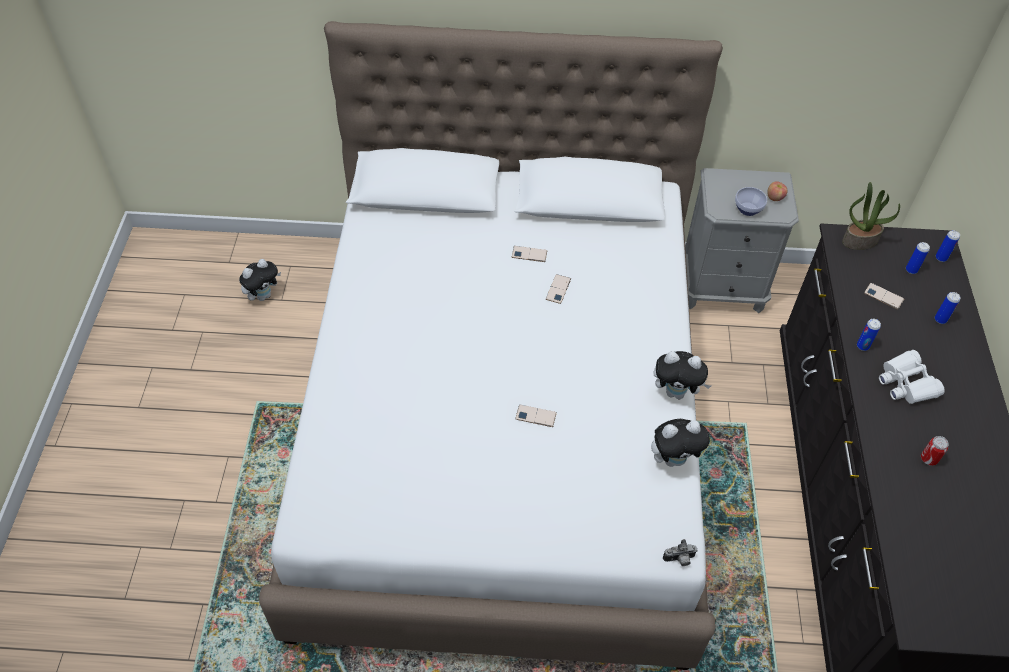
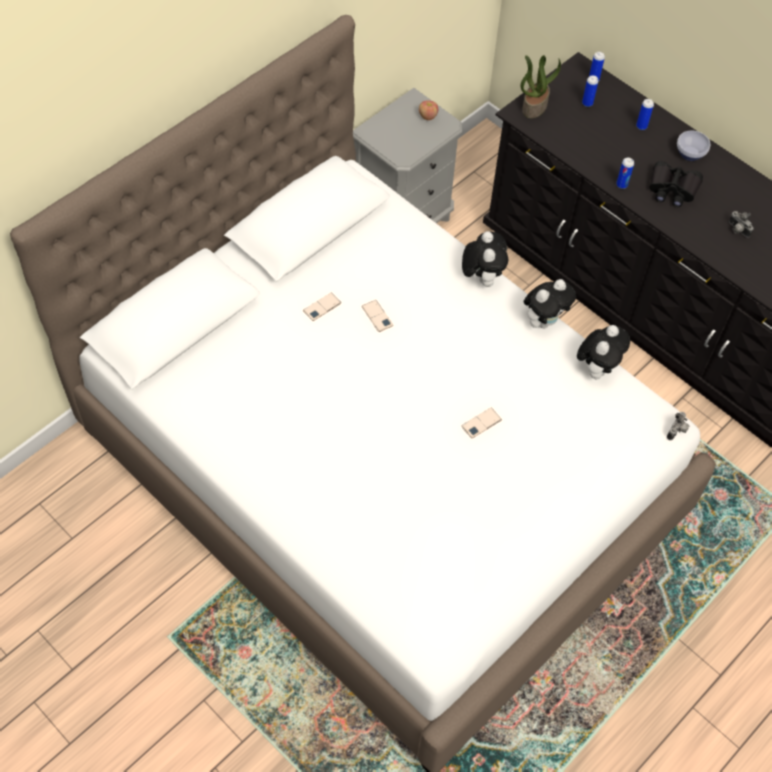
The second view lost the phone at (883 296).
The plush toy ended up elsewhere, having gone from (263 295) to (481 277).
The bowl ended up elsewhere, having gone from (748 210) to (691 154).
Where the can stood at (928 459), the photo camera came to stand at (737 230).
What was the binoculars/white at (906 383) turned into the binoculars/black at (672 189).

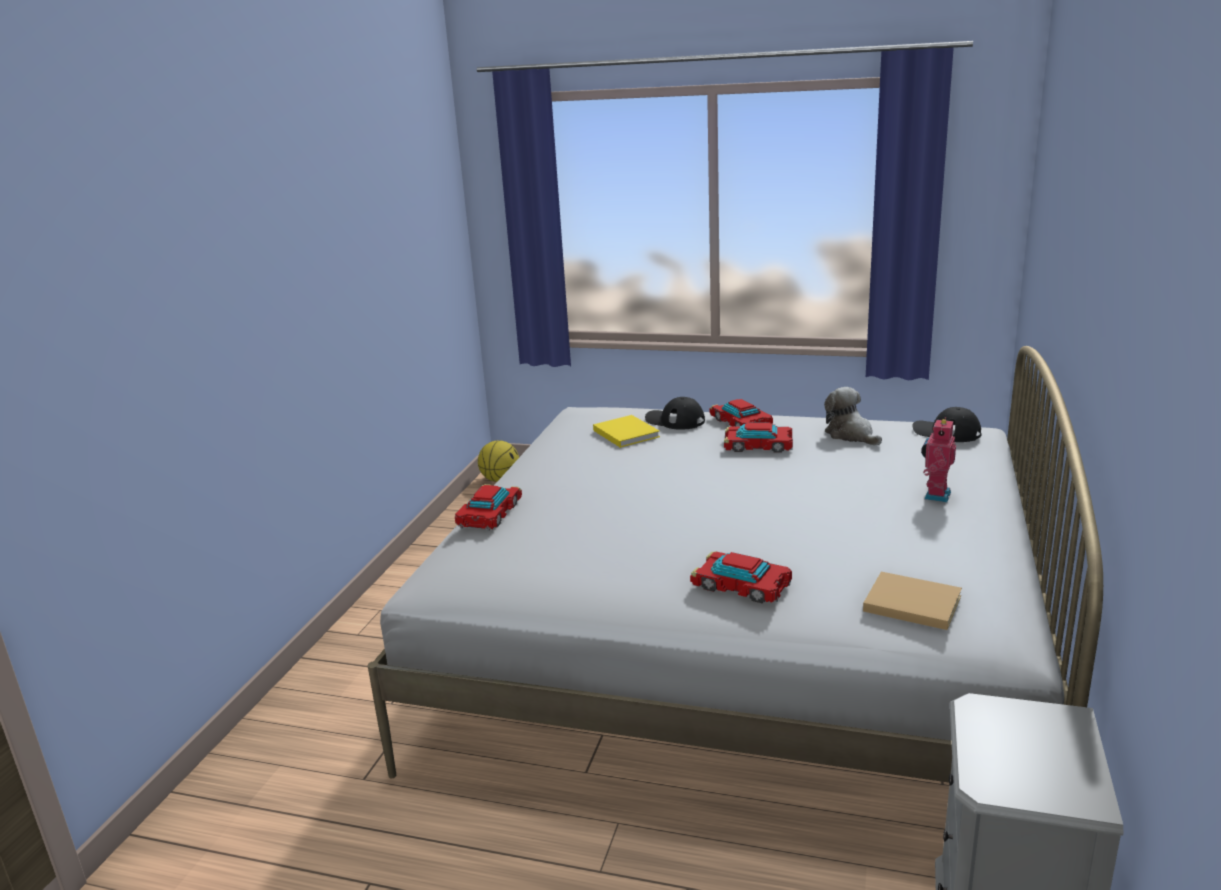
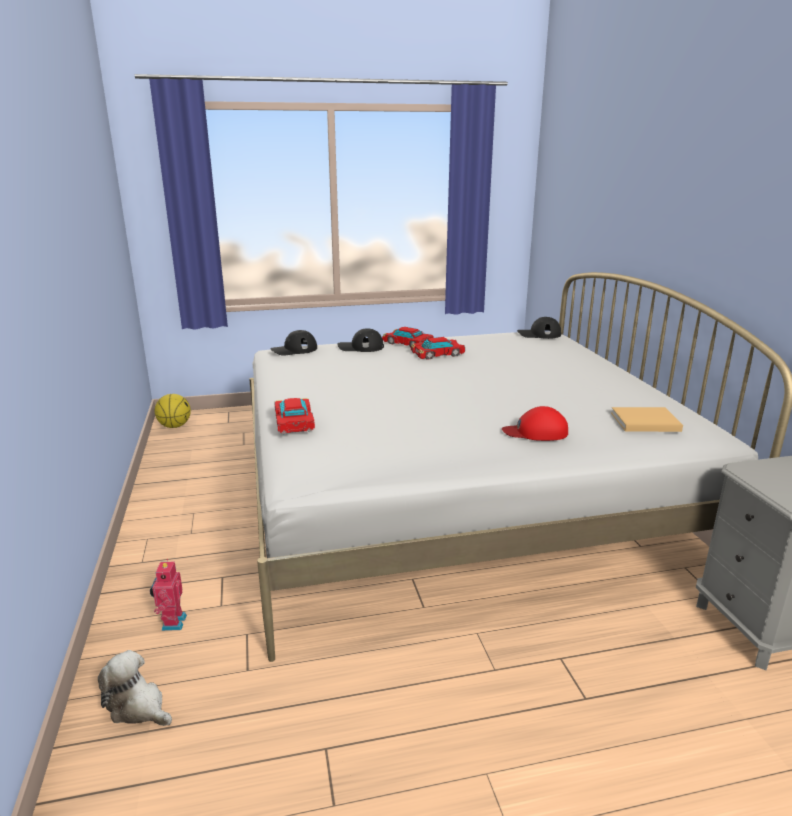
The second view lost the book/yellow at (625 433).
The second view gained the cap/black at (294 350).
The plush toy ended up elsewhere, having gone from (851 435) to (138 707).
The toy robot ended up elsewhere, having gone from (935 495) to (172 622).
Where the toy car stood at (741 586), the cap/red came to stand at (536 432).

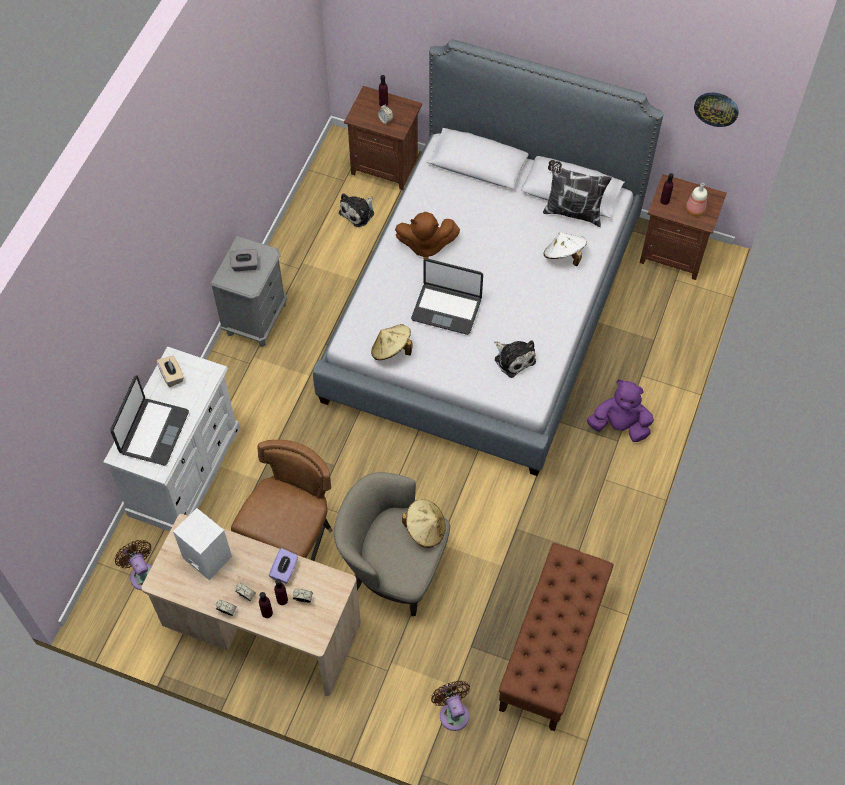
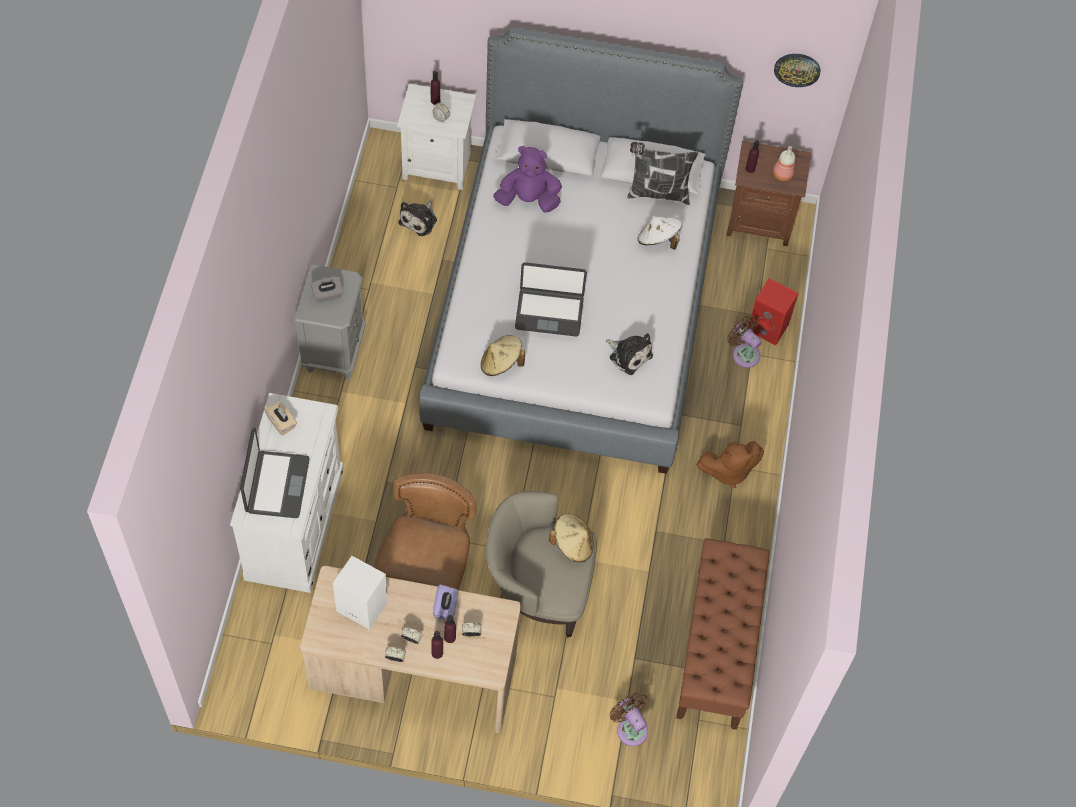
The second view gained the speaker/red at (769 327).
The fan/brown ended up elsewhere, having gone from (142 574) to (744 353).
The plush toy/brown ended up elsewhere, having gone from (425 245) to (728 471).
The plush toy/purple ended up elsewhere, having gone from (619 426) to (528 199).
What was the nightstand/brown at (385 165) turned into the nightstand/white at (437 165).

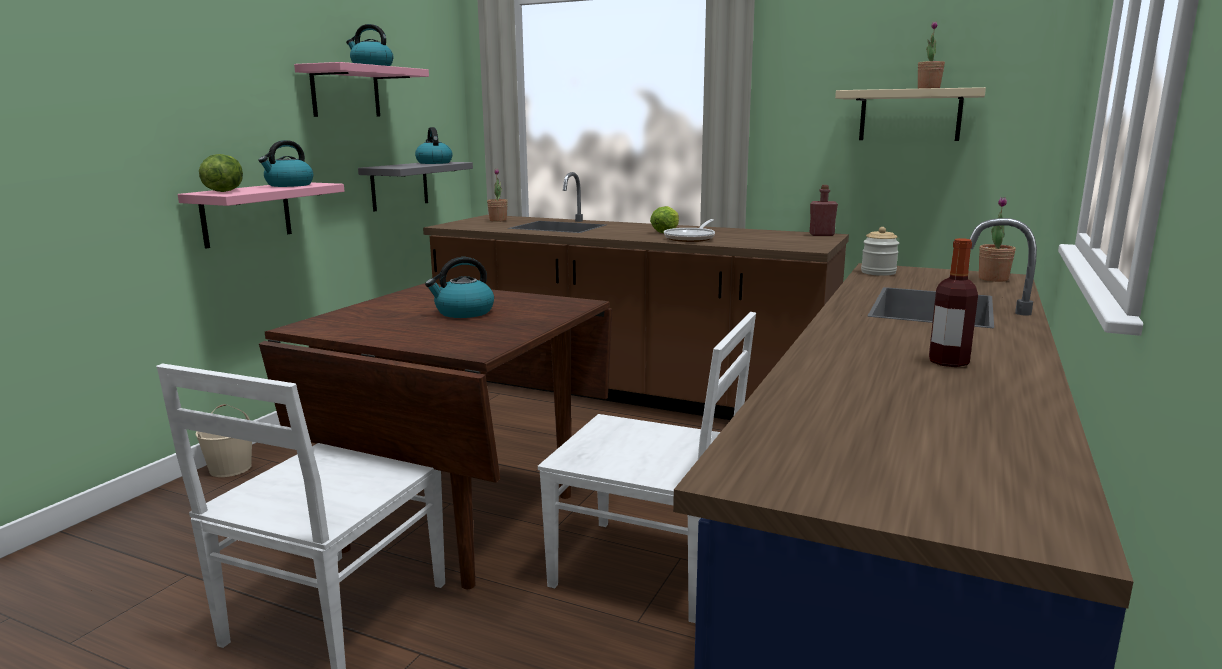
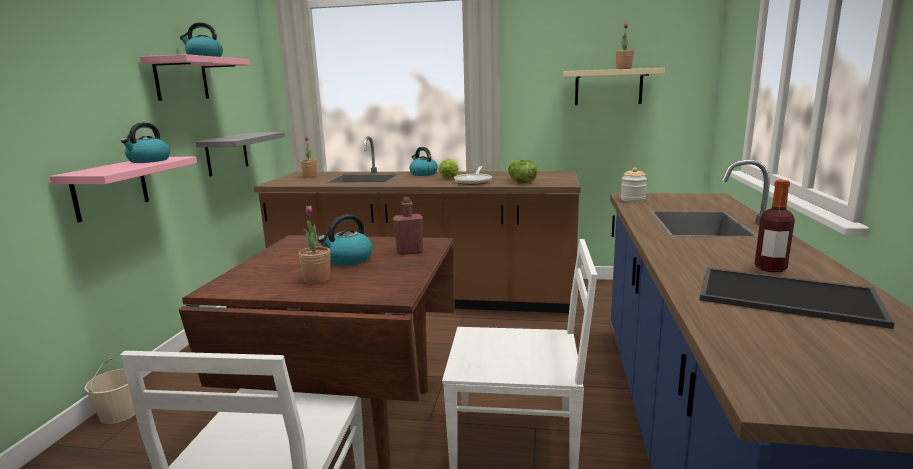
The second view gained the tray at (784 297).
The lettuce ended up elsewhere, having gone from (224 191) to (521 182).
The kettle ended up elsewhere, having gone from (434 163) to (423 174).
The bottle/red ended up elsewhere, having gone from (821 235) to (409 252).
The potted plant ended up elsewhere, having gone from (993 279) to (317 280).

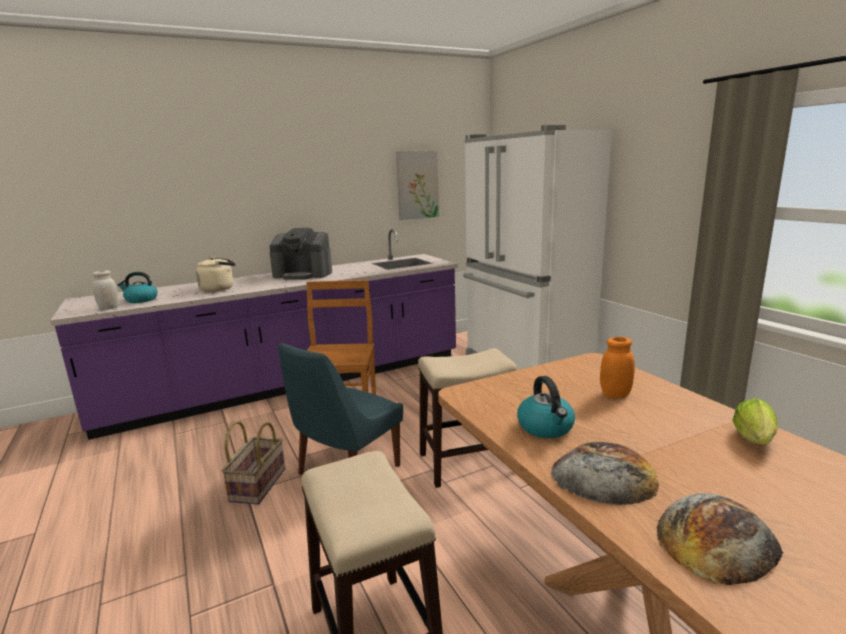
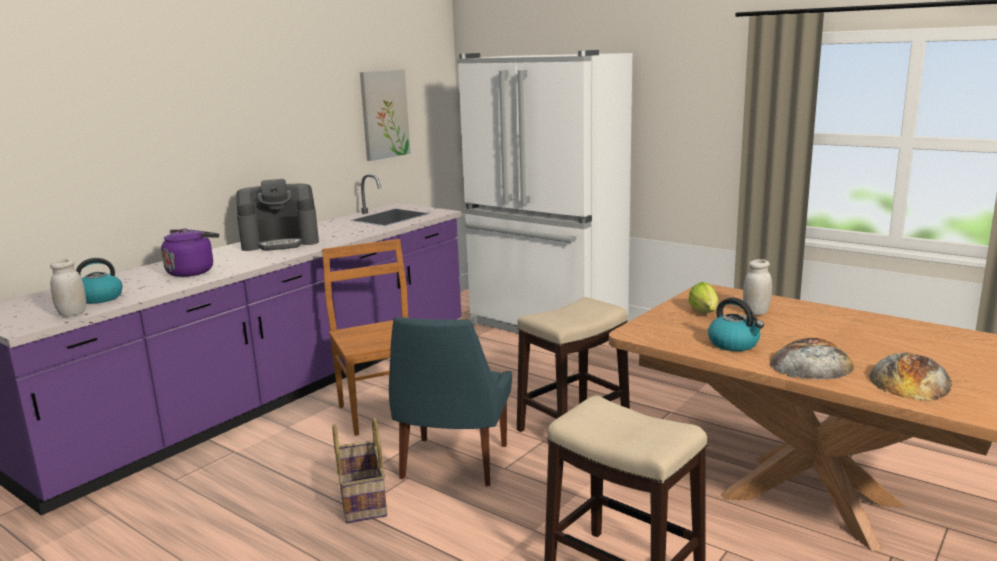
The lettuce ended up elsewhere, having gone from (754 441) to (705 313).
What was the kettle/beige at (219 288) turned into the kettle/purple at (192 271).
What was the jar/orange at (615 394) turned into the jar/white at (756 312).

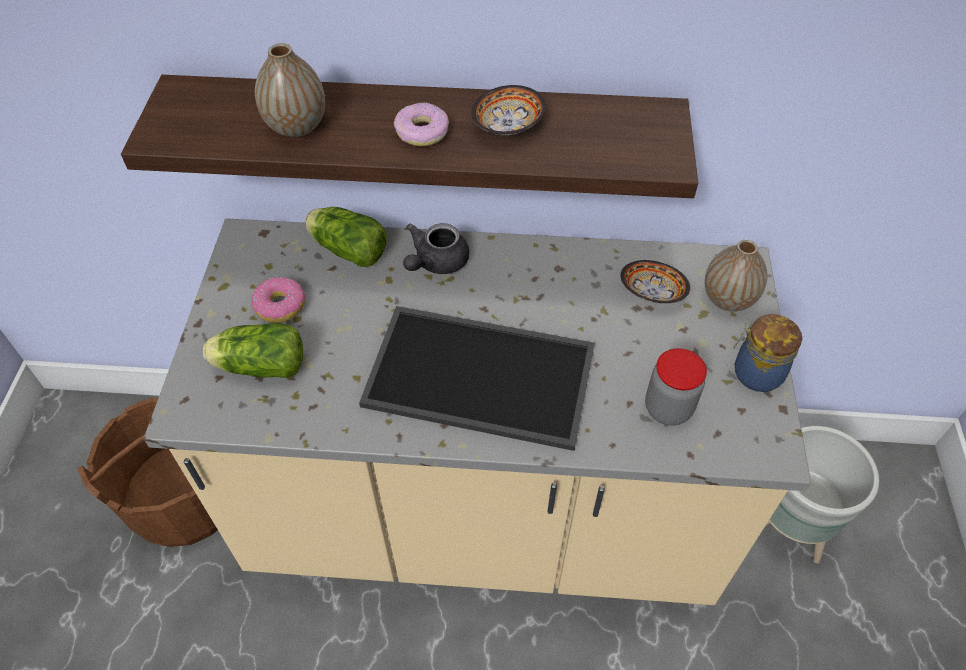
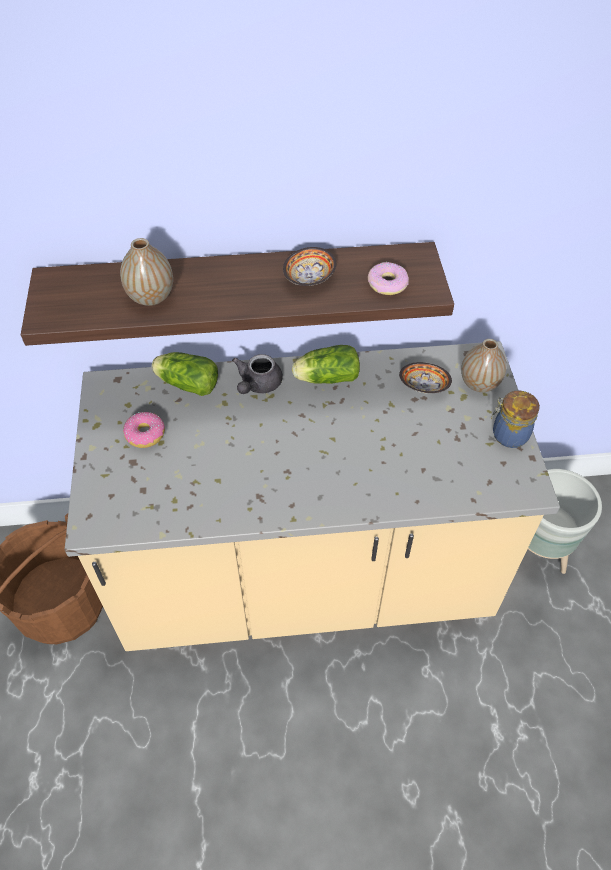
The second view lost the tray at (477 378).
The second view lost the jar at (668 408).
The lettuce ended up elsewhere, having gone from (258 366) to (325 378).
The donut ended up elsewhere, having gone from (421 132) to (387 284).

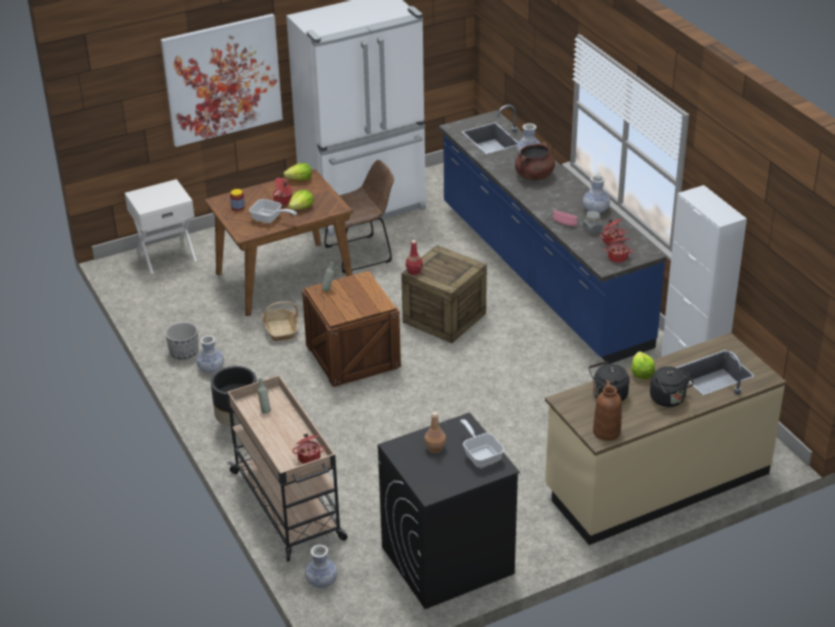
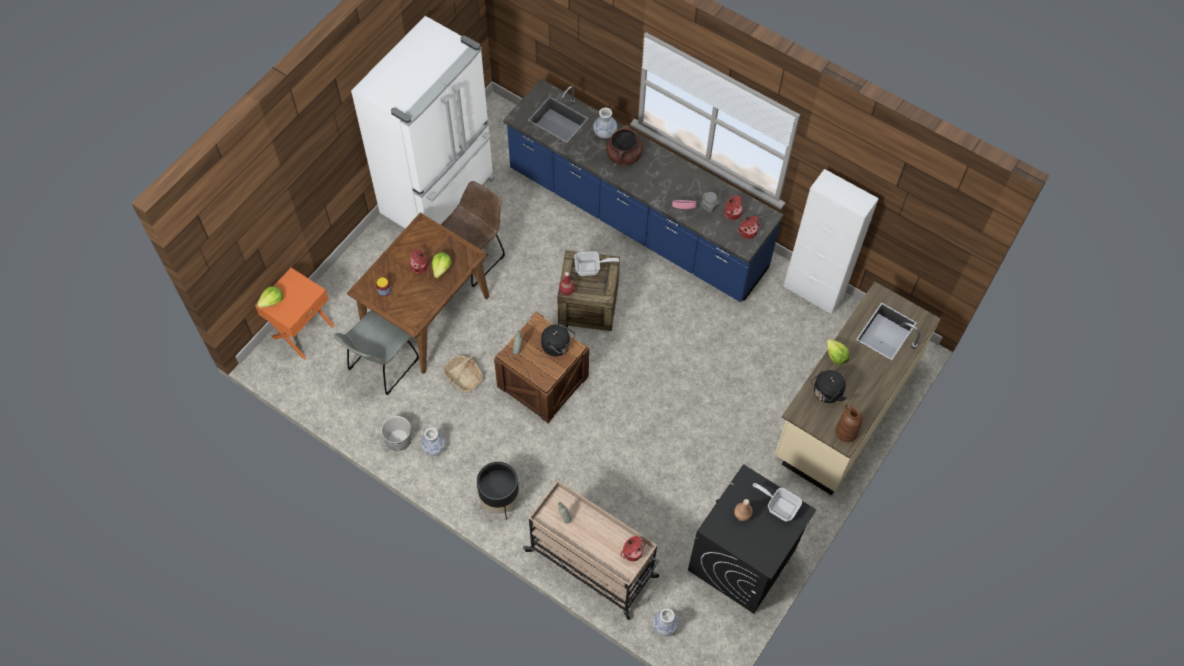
The second view lost the picture at (222 79).
The second view lost the vase at (595 210).
The second view gained the chair/grey at (381 367).
The frying pan ended up elsewhere, having gone from (269 219) to (591 268).
The lettuce ended up elsewhere, having gone from (299 179) to (272 301).
The kettle/black ended up elsewhere, having gone from (669 400) to (557 346).
What was the nightstand/white at (166 255) turned into the nightstand/orange at (302 330).

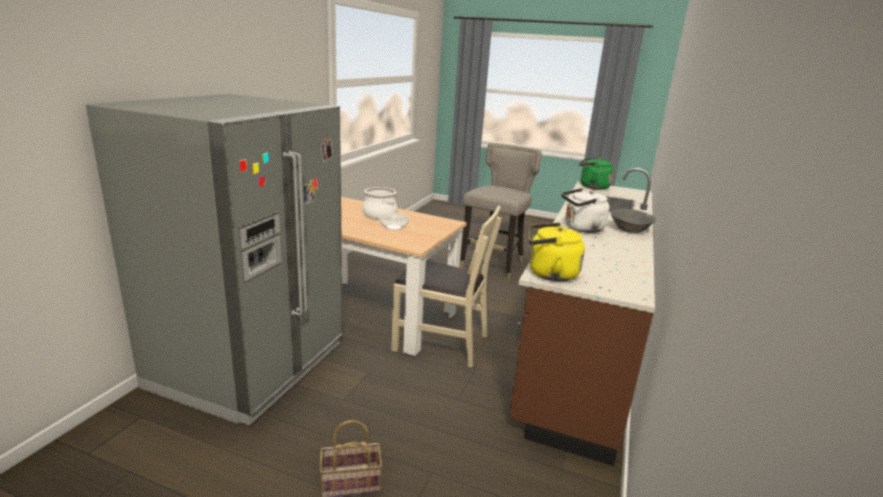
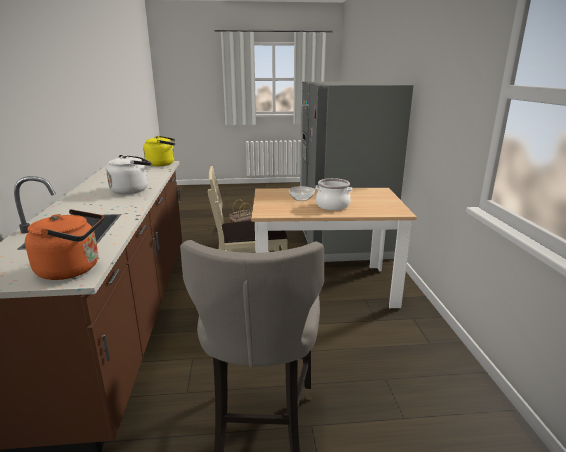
The second view lost the bowl/grey at (629 230).
What was the kettle/green at (592 187) turned into the kettle/orange at (73 269).

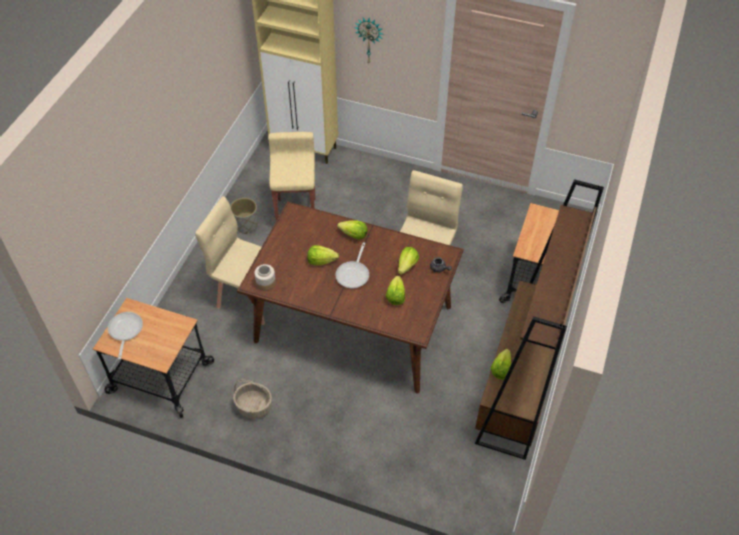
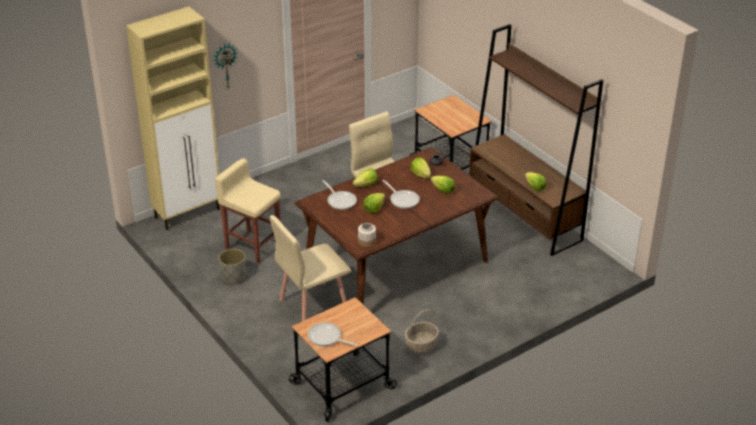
The second view gained the frying pan at (340 201).

